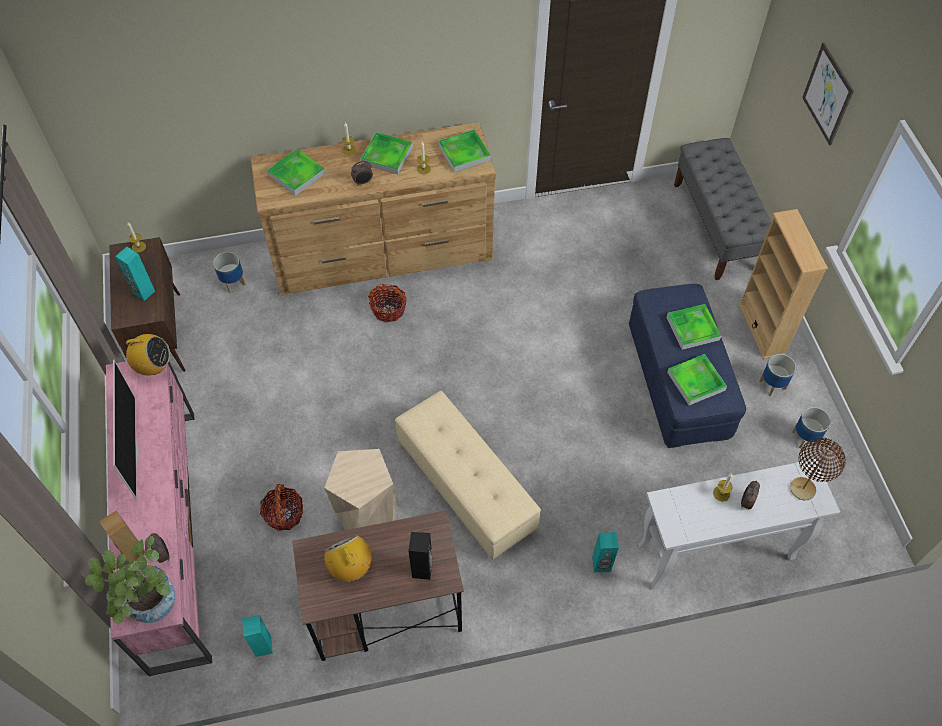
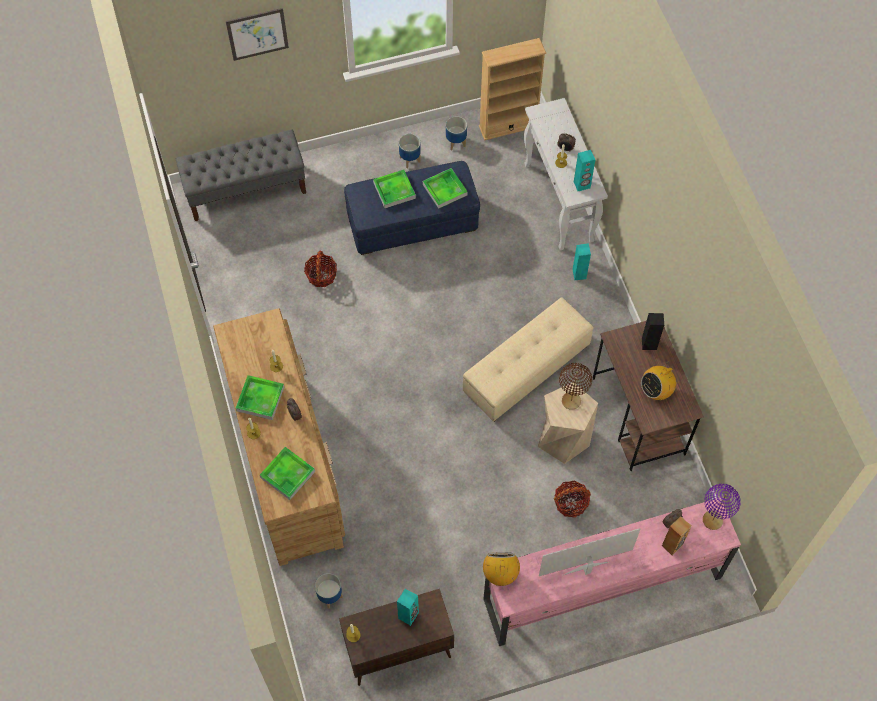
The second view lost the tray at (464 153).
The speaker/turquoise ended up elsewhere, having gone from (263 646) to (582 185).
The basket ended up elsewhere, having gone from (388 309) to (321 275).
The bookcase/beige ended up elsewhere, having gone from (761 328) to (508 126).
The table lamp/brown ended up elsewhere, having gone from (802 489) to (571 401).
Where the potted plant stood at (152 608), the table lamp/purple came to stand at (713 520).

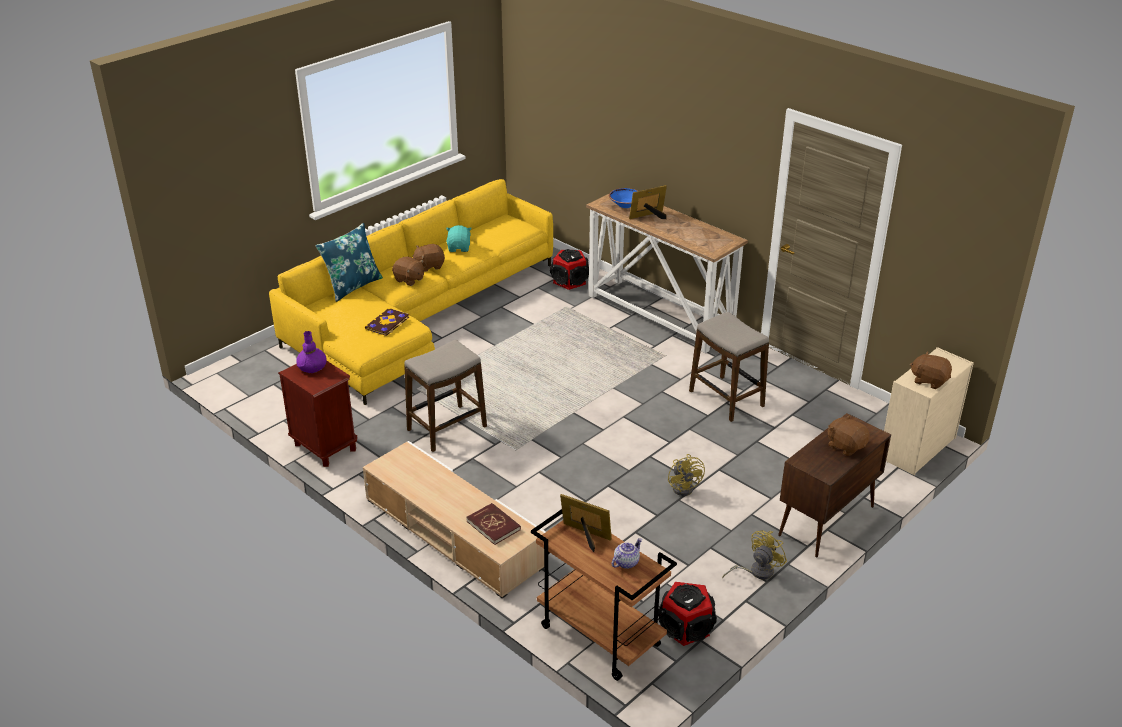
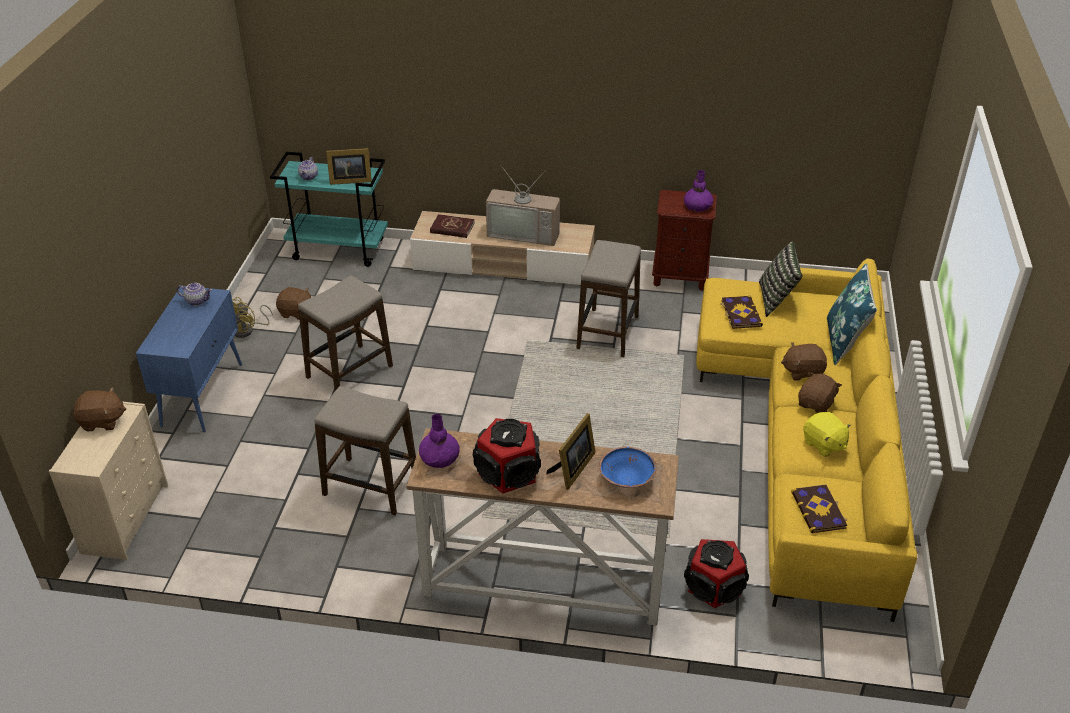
The second view gained the teapot at (197 301).
The second view gained the vase/purple at (440 458).
The second view gained the television at (525 232).
The second view gained the pillow at (776 299).
The second view gained the book at (819 510).
The speaker ended up elsewhere, having gone from (686 627) to (508 473).
The plush toy/brown ended up elsewhere, having gone from (846 446) to (296 312).
Where the fan/yellow stood at (685 486), the stool came to stand at (350 372).
What was the plush toy/turquoise at (459 248) turned into the plush toy/yellow at (823 444).
What was the cart/brown at (598 636) turned into the cart/turquoise at (339 249).
What was the cabinet/brown at (826 521) turned into the cabinet/blue at (202 394).

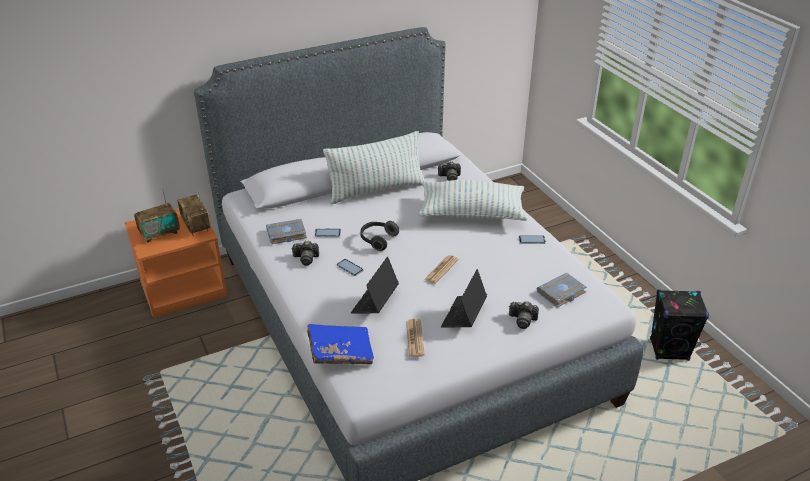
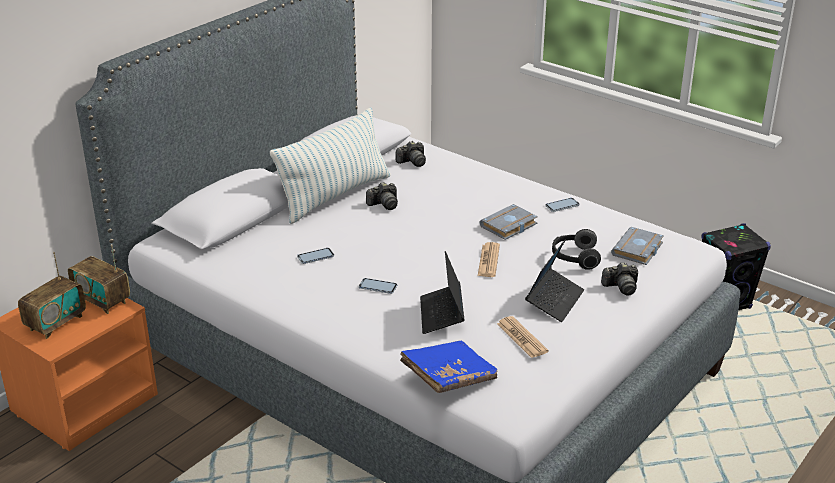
The second view lost the pillow at (472 213).
The book/grey ended up elsewhere, having gone from (286 235) to (509 226).
The photo camera ended up elsewhere, having gone from (306 258) to (384 204).
The headphones ended up elsewhere, having gone from (377 240) to (574 258).
The laptop at (464 315) ended up facing another way, 150 degrees counterclockwise from before.

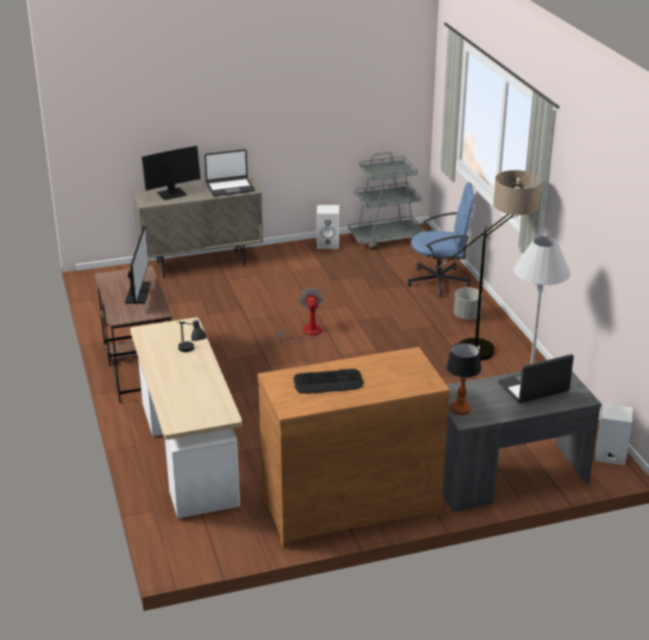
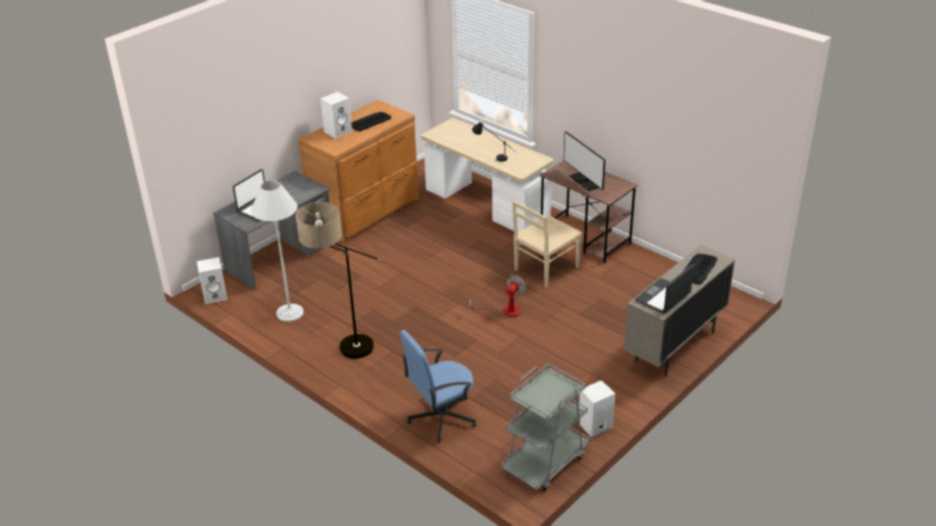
The second view lost the table lamp at (460 410).
The second view lost the planter/grey at (467 316).
The second view gained the speaker/white at (338 131).
The second view gained the chair/beige at (545 269).
Where the monitor stood at (172 194), the keyboard came to stand at (699 269).
The fan at (306 333) ended up facing another way, 105 degrees counterclockwise from before.

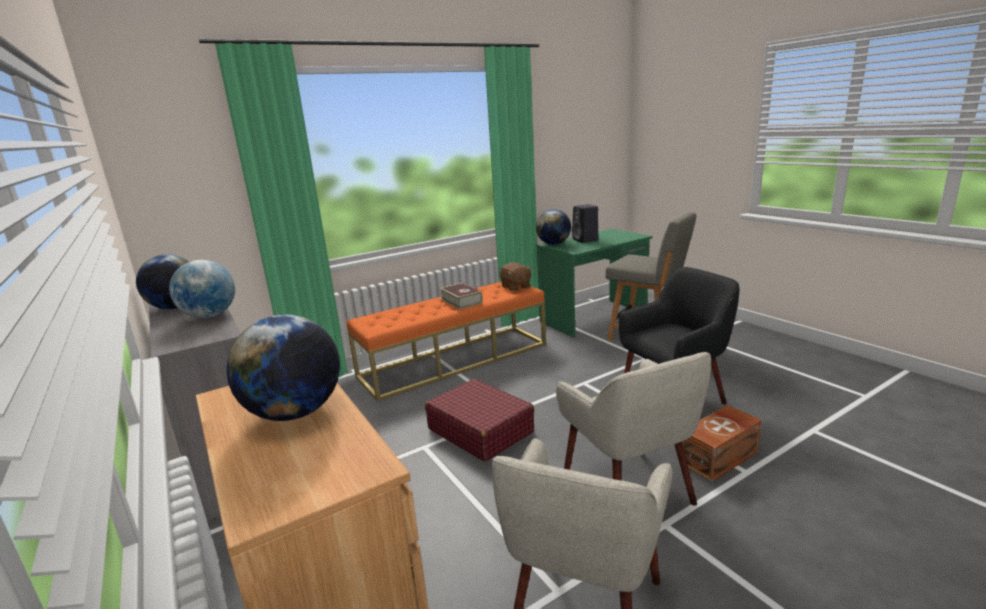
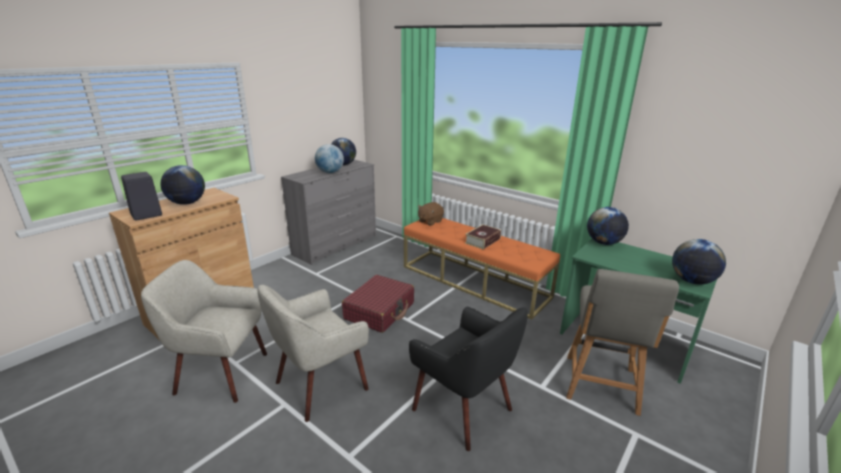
The second view lost the storage box/brown at (720 457).
The second view gained the globe at (692 281).
The plush toy/brown ended up elsewhere, having gone from (515 287) to (430 221).
The speaker/black ended up elsewhere, having gone from (586 240) to (145 215).

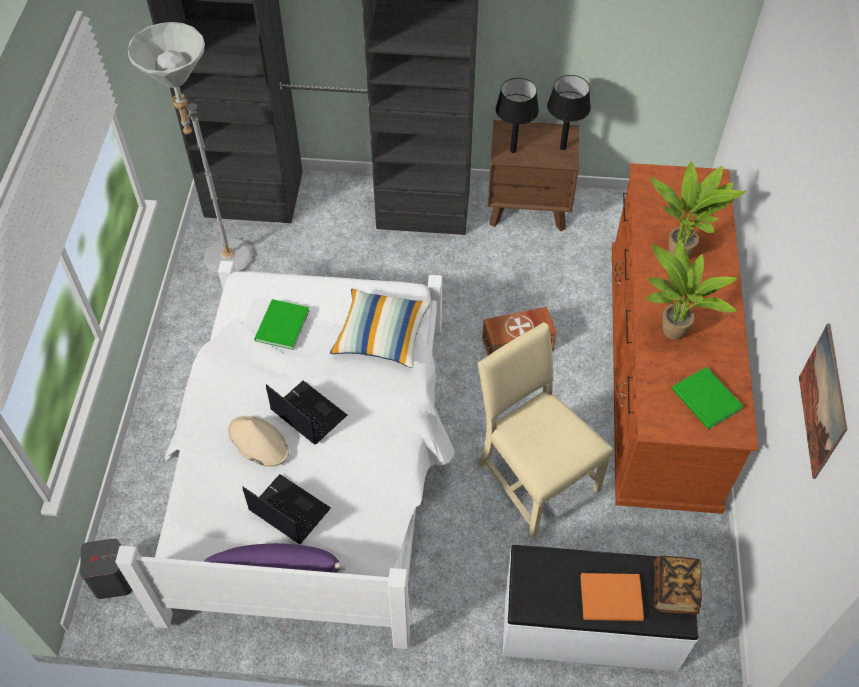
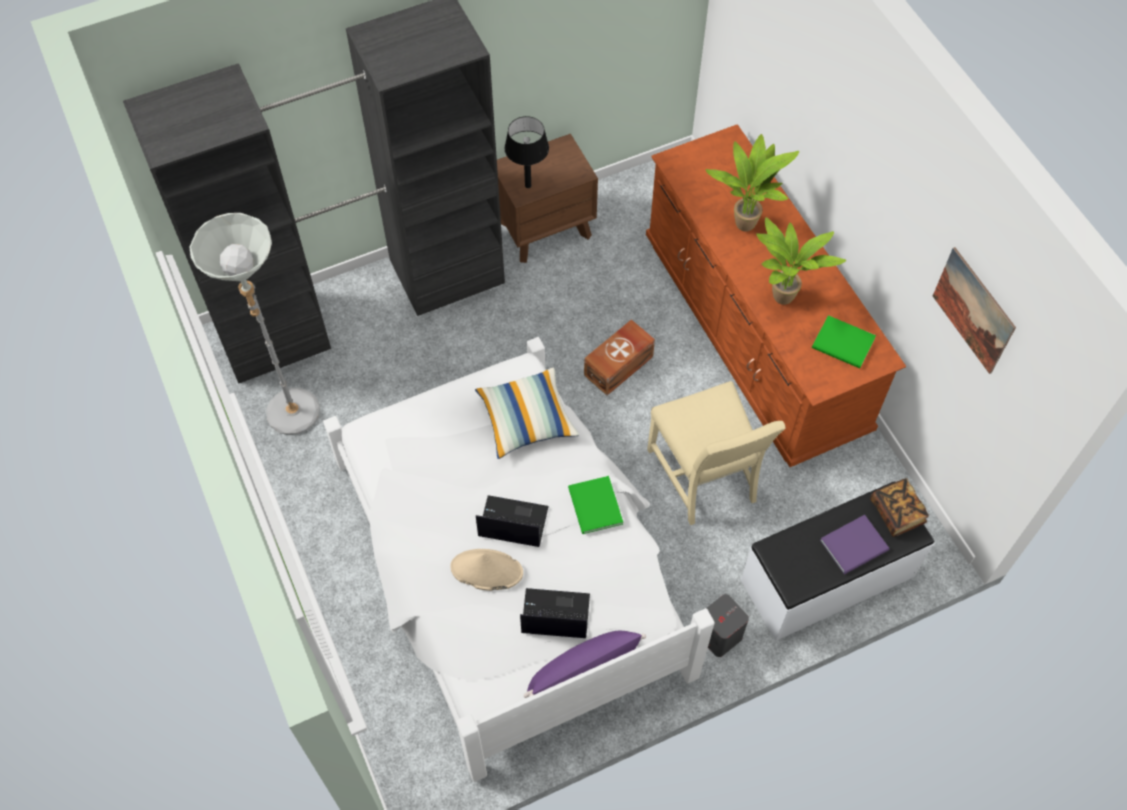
The second view lost the table lamp/black at (562 147).
The speaker/grey ended up elsewhere, having gone from (114 579) to (719 635).
The book/green ended up elsewhere, having gone from (280 326) to (594 507).
What was the book/orange at (613 599) turned into the book/purple at (856 545).
The chair/beige at (533 476) ended up facing another way, 135 degrees counterclockwise from before.

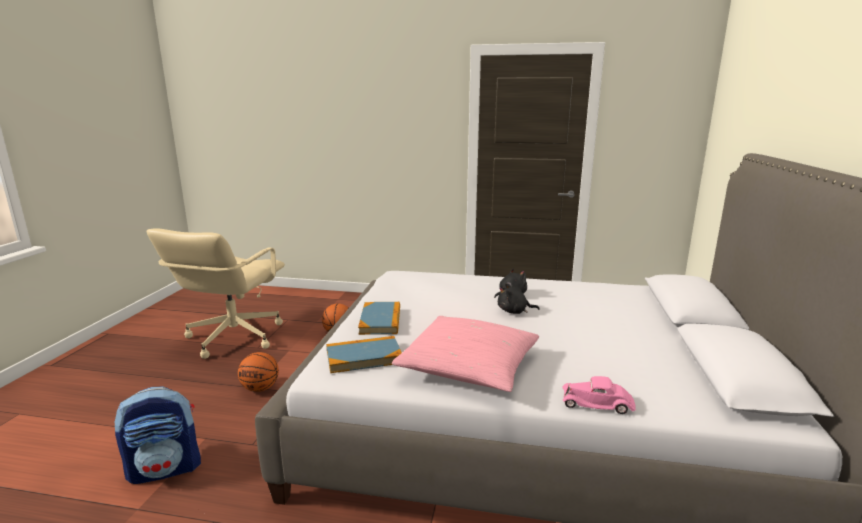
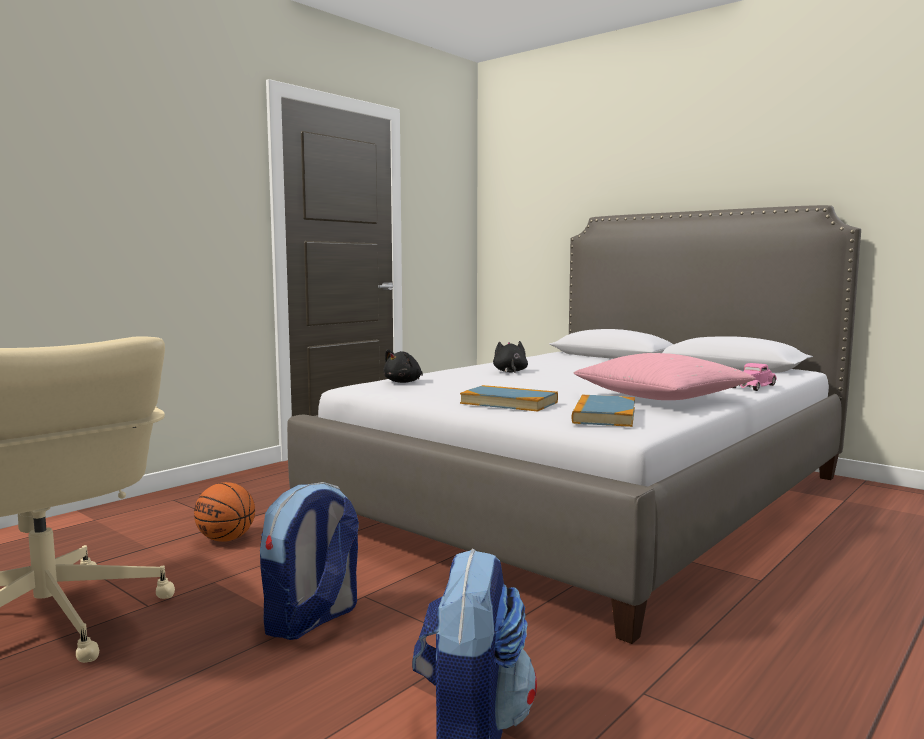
The plush toy/black ended up elsewhere, having gone from (514 311) to (404 382).
Where the basketball stood at (260 388), the backpack came to stand at (311 620).

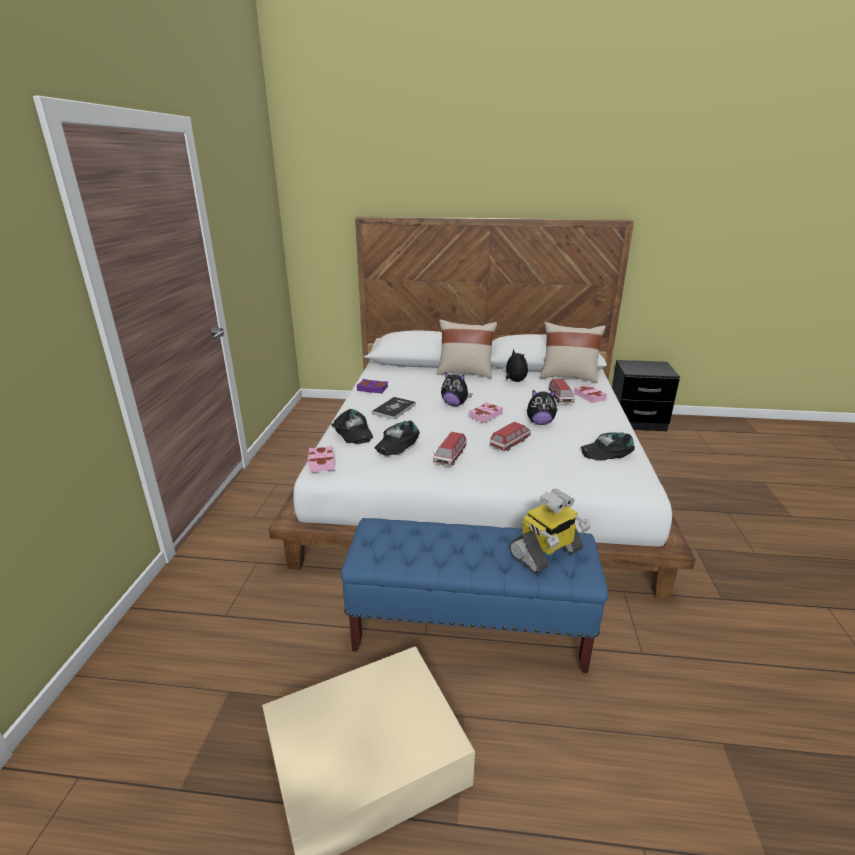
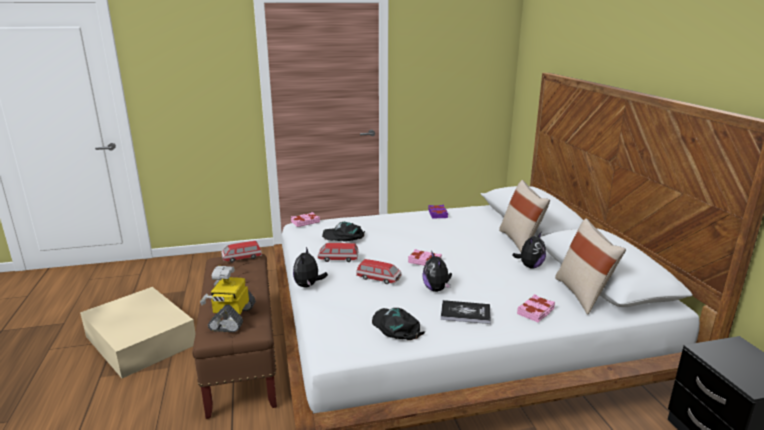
The second view lost the cap/black at (353 432).
The book ended up elsewhere, having gone from (394 409) to (465 313).
The plush toy ended up elsewhere, having gone from (455 404) to (308 285).
The toy car ended up elsewhere, having gone from (560 398) to (241 258).
What was the bench/blue at (469 629) turned into the bench/brown at (242 357).
The toy robot at (546 553) ended up facing another way, 60 degrees clockwise from before.

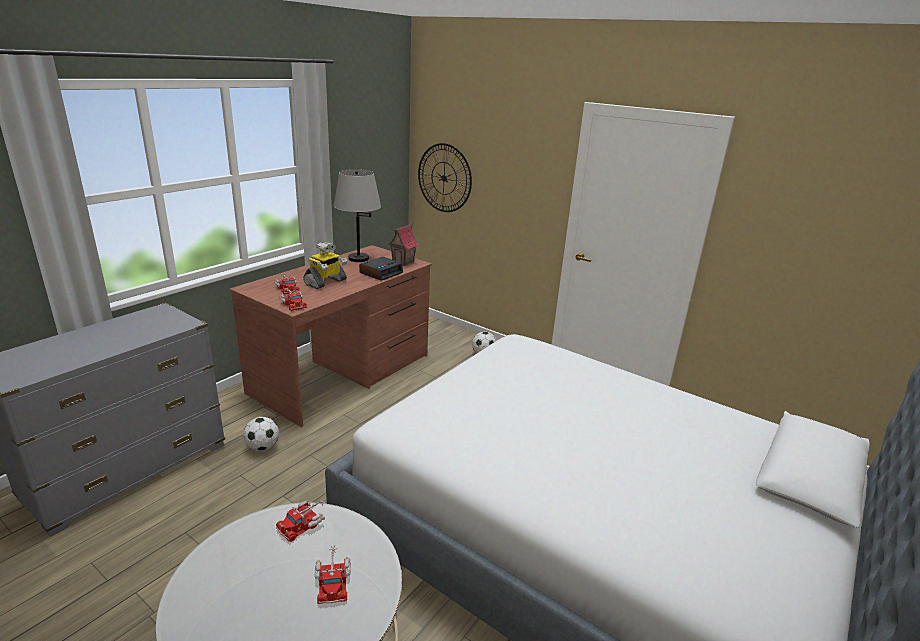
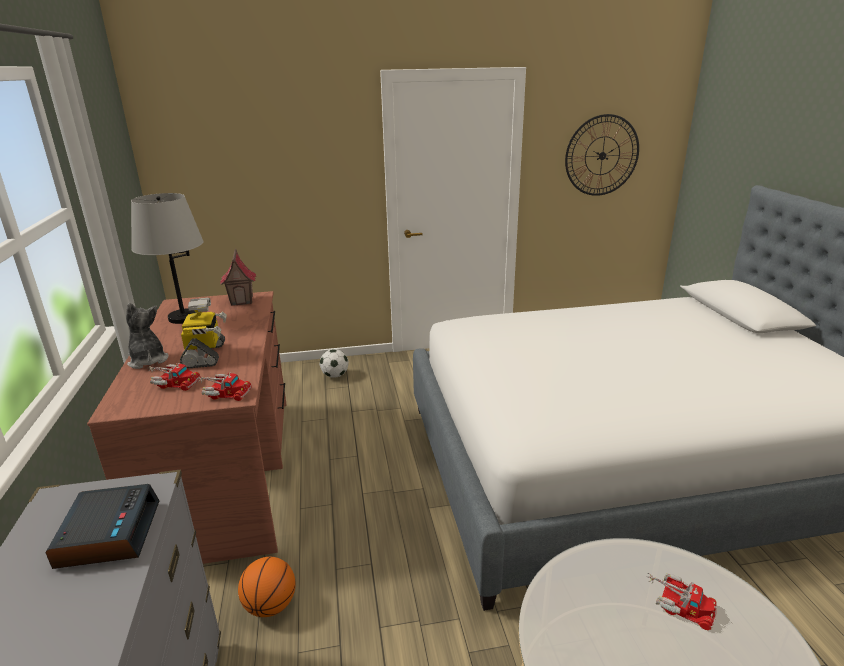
The second view lost the toy truck at (304 523).
The second view gained the plush toy at (148 360).
The alarm clock ended up elsewhere, having gone from (381 273) to (109 533).
The wall clock ended up elsewhere, having gone from (444 178) to (602 155).
Where the football stood at (262 447), the basketball came to stand at (270 605).

